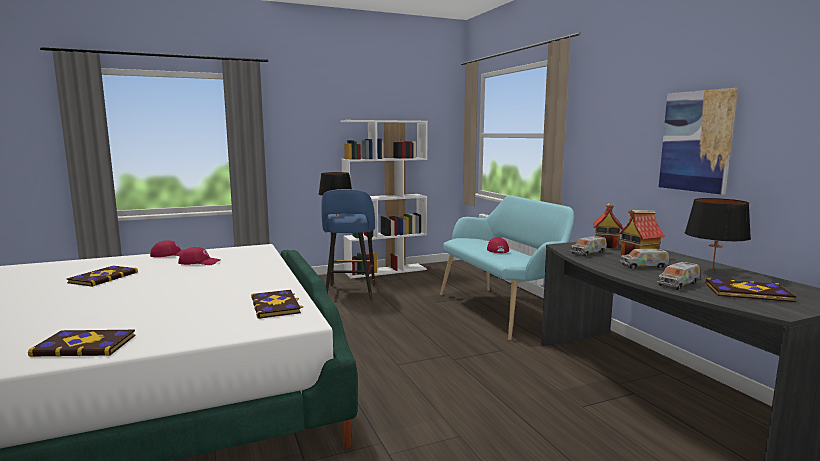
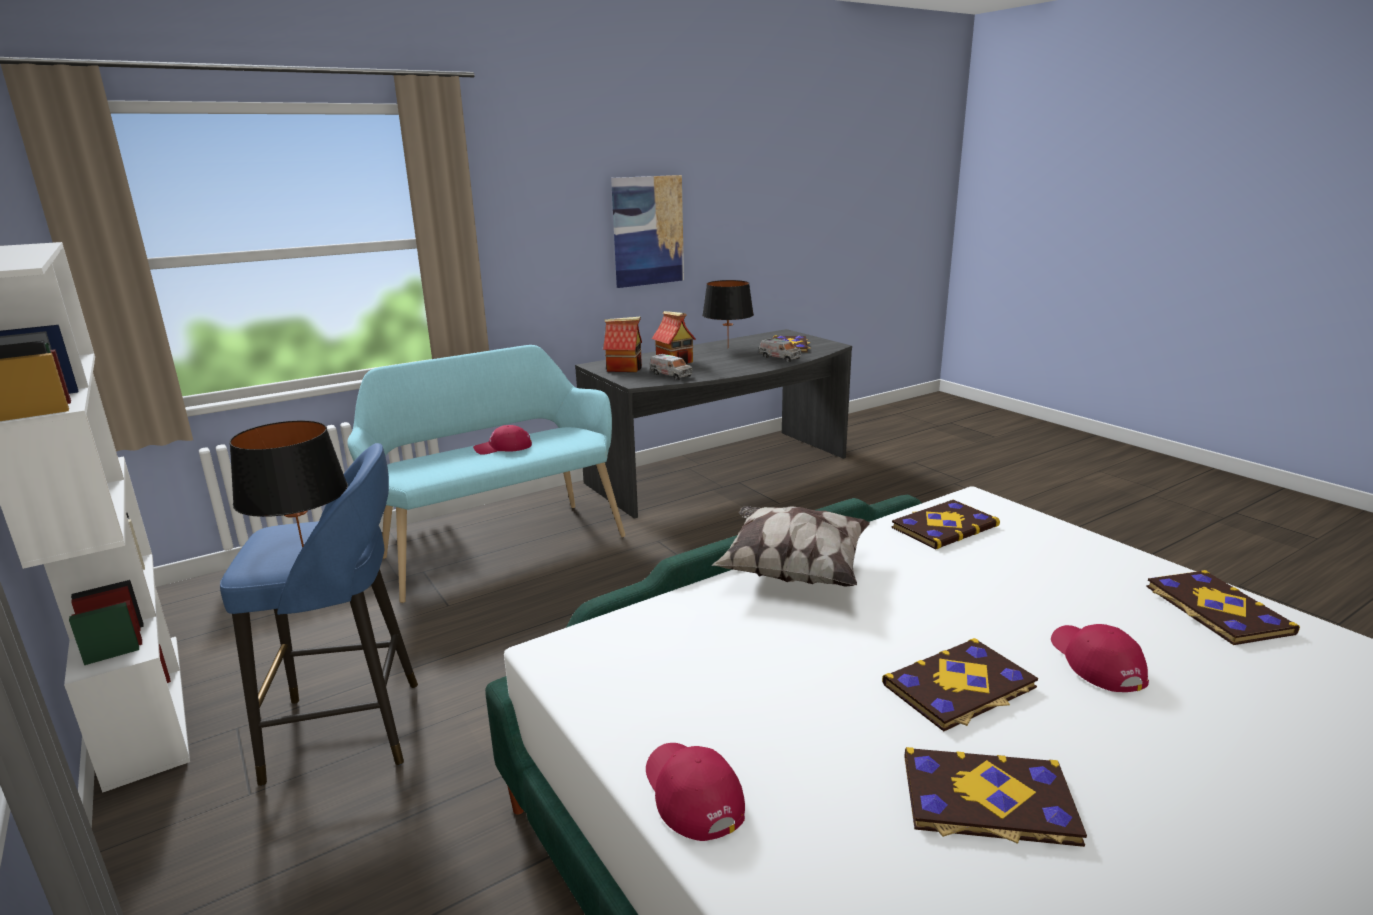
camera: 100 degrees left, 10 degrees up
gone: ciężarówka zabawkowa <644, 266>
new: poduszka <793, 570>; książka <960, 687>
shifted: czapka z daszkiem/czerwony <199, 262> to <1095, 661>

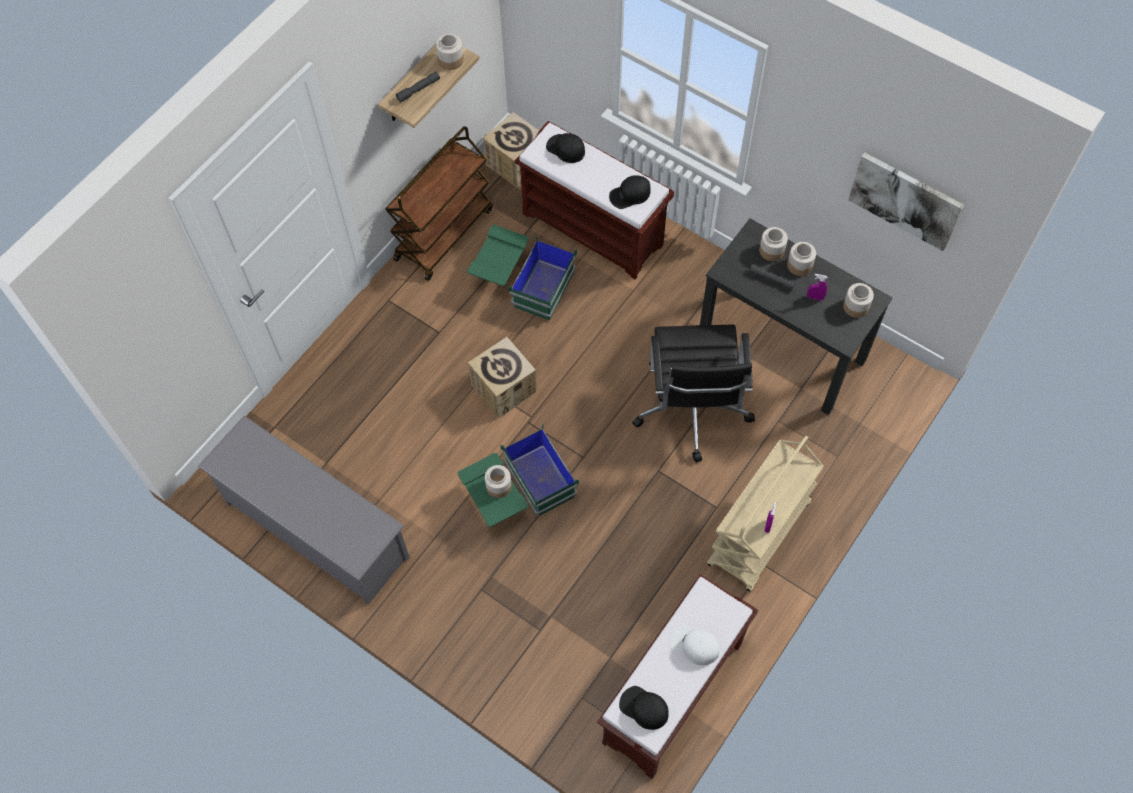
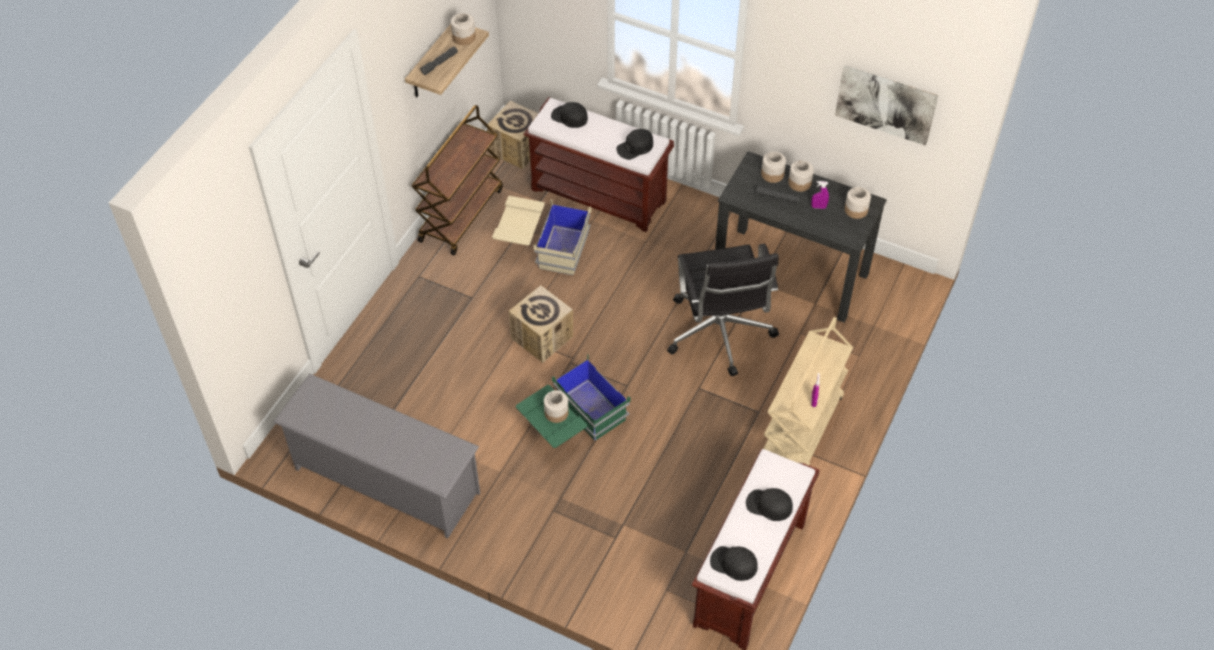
camera: 10 degrees left, 10 degrees down
repainted: pojemnik do przechowywania/zielony <522, 283> to pojemnik do przechowywania/beżowy <542, 247>; czapka z daszkiem/biały <694, 645> to czapka z daszkiem/czarny <768, 505>

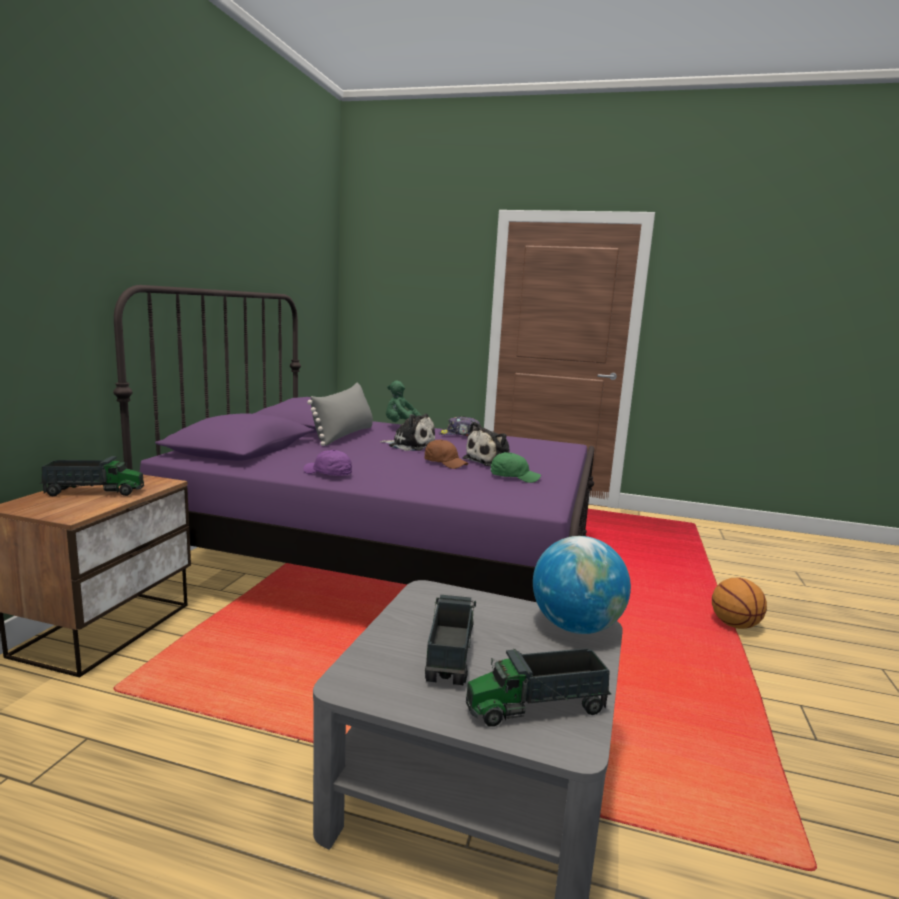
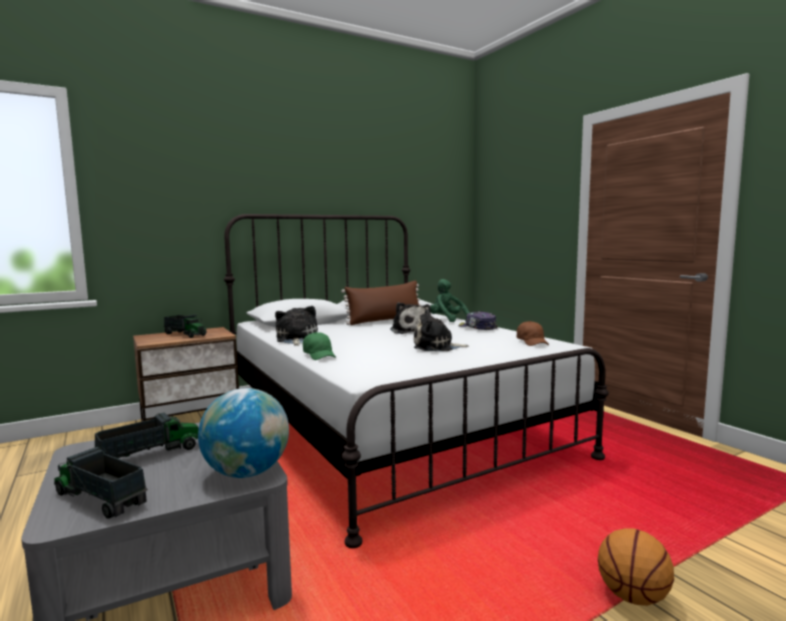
camera: 45 degrees right, 5 degrees down
shifted: czapka z daszkiem/brązowy <445, 463> to <532, 342>; czapka z daszkiem/zielony <514, 477> to <319, 355>
swapped: czapka z daszkiem/fioletowy <328, 474> to pluszak <296, 339>
repainted: łóżko/fioletowy <389, 561> to łóżko/biały <390, 427>; poduszka/szary <344, 435> to poduszka/brązowy <385, 321>

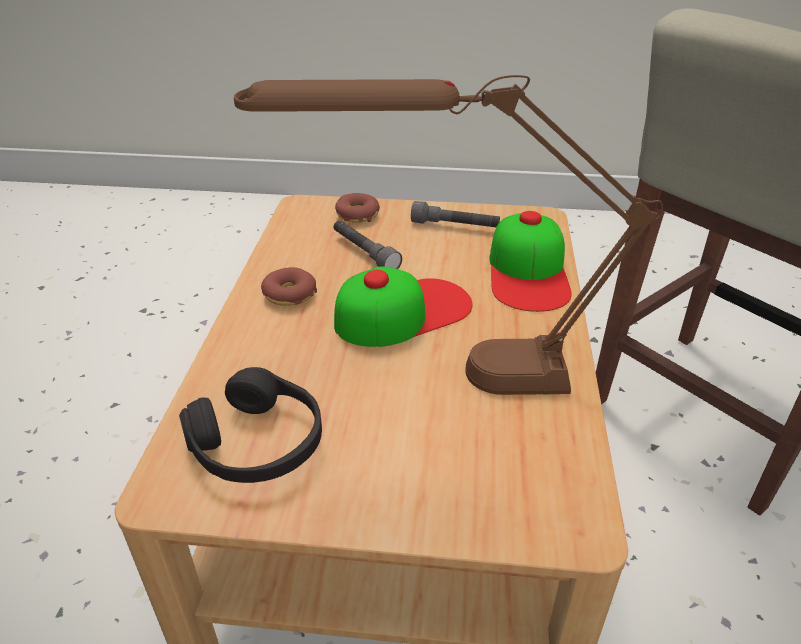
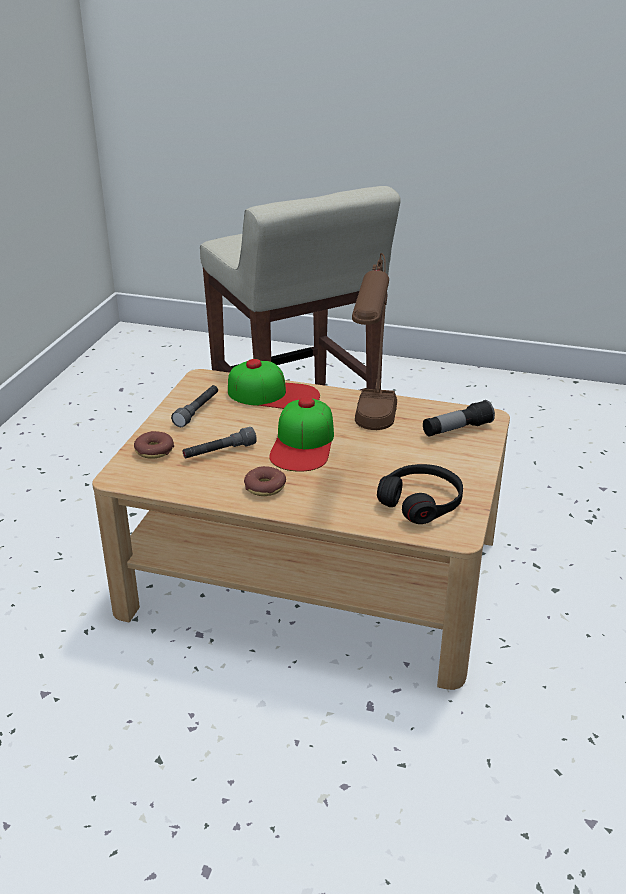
camera: 80 degrees left, 5 degrees down
new: latarka <456, 429>
rotated: czapka z daszkiem <403, 311> = <303, 443> 150 degrees counterclockwise

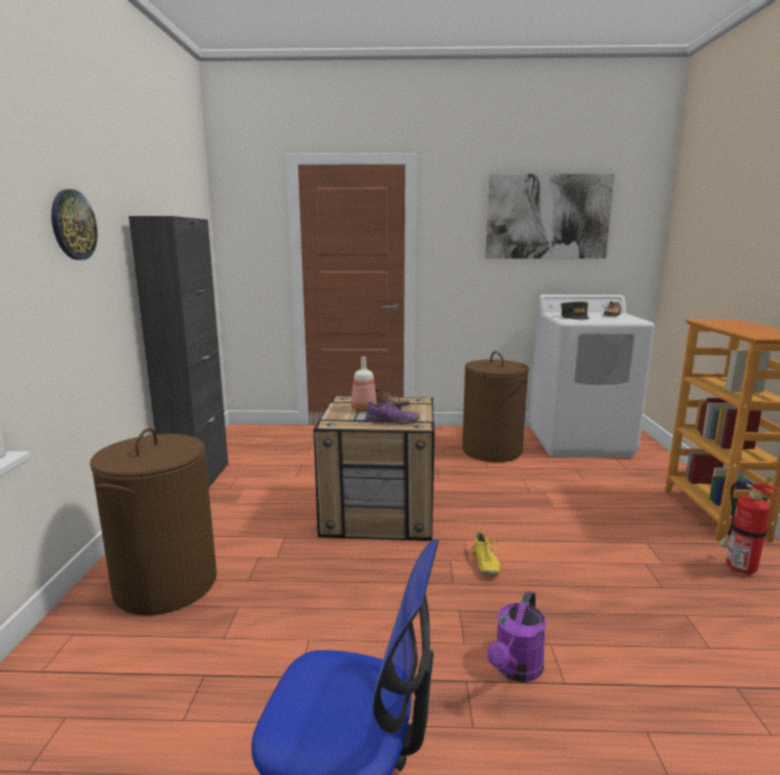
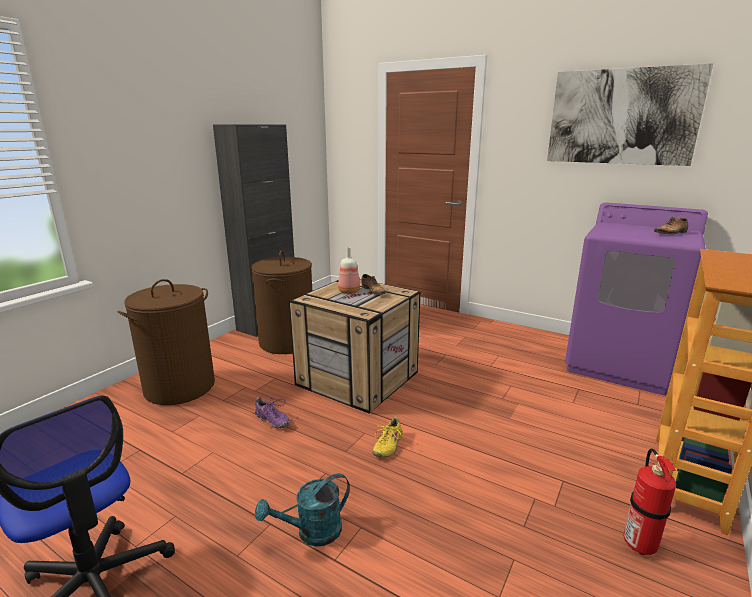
camera: 30 degrees right, 5 degrees up
gone: zegar ścienny <73, 225>; czapka z daszkiem/szary <575, 317>
shifted: but/fioletowy <392, 422> to <272, 420>; kosz na pranie/brązowy <492, 450> to <287, 342>
repainted: konewka/fioletowy <515, 670> to konewka/turkusowy <311, 533>; pralka/biały <580, 441> to pralka/fioletowy <619, 364>

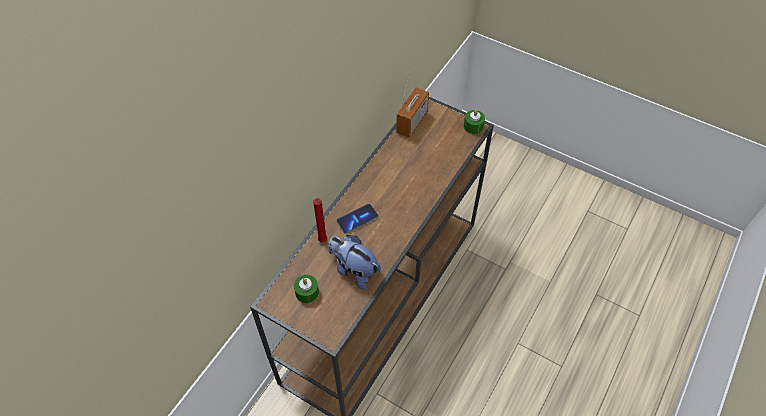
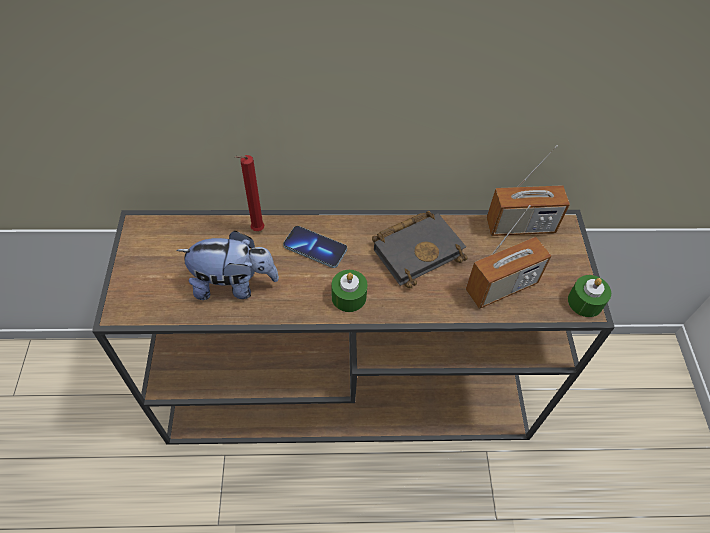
camera: 55 degrees right, 0 degrees up
new: książka/czarny <418, 249>; radio <501, 287>
shifted: świeca/zielony <307, 292> to <349, 297>
rotated: pluszak <354, 270> = <234, 285> 90 degrees clockwise

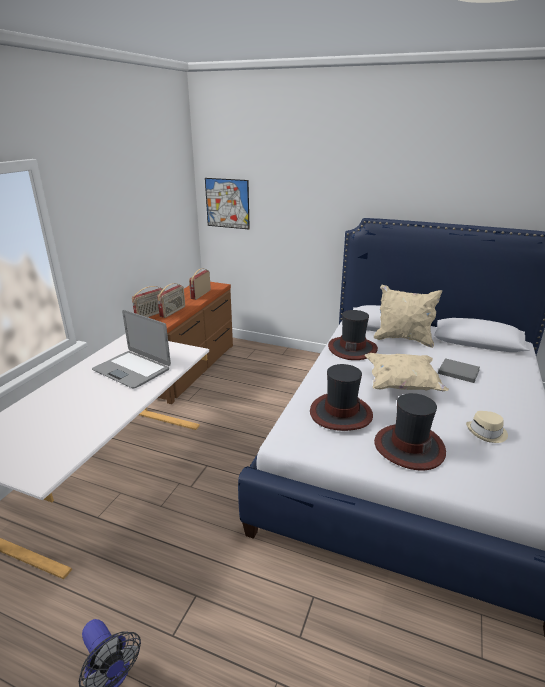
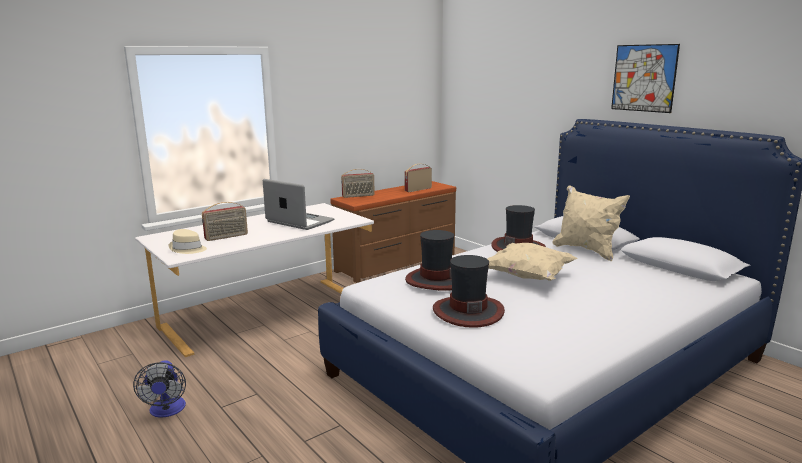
camera: 30 degrees right, 10 degrees down
gone: książka/szary <457, 371>
shifted: radio <173, 312> to <226, 237>; obraz <227, 203> to <644, 78>; kapelusz/beżowy <487, 433> to <187, 249>
rotated: laptop <132, 369> = <299, 222> 150 degrees clockwise

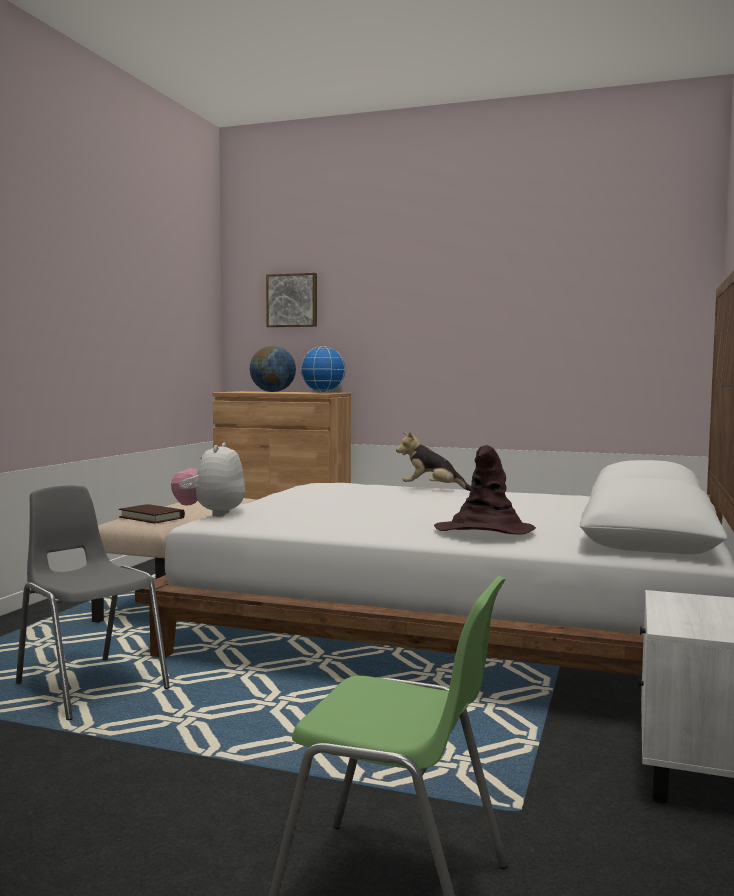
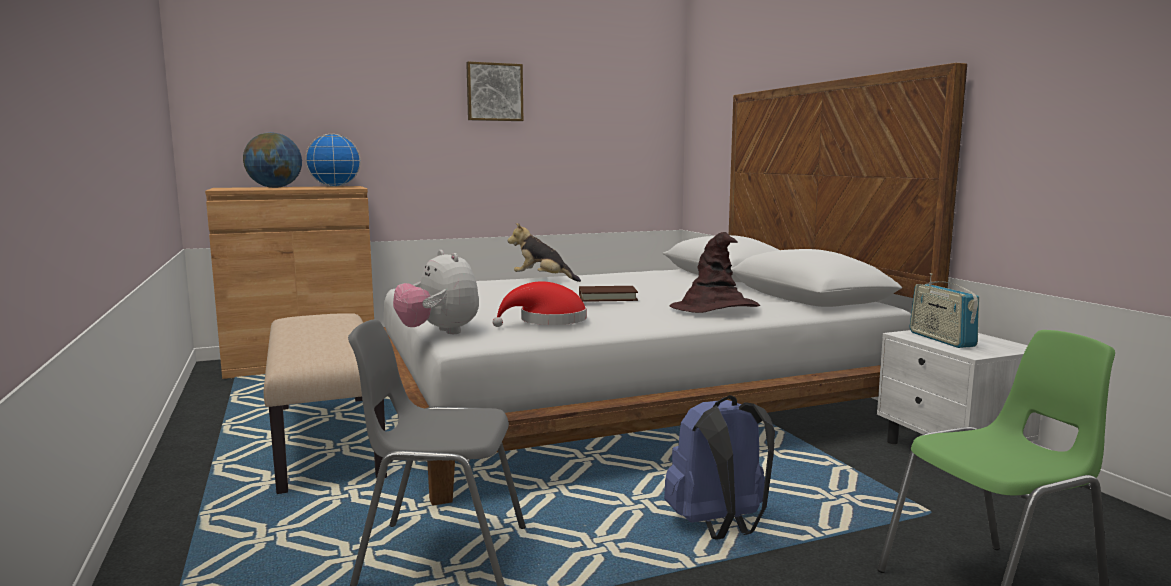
camera: 40 degrees left, 5 degrees up
new: kapelusz/czerwony <548, 321>; plecak/niebieski <719, 527>; radio <941, 339>
shifted: książka/brązowy <151, 517> to <607, 297>; obraz <292, 300> to <494, 92>
rotated: pluszak <432, 489> = <543, 279> 45 degrees clockwise

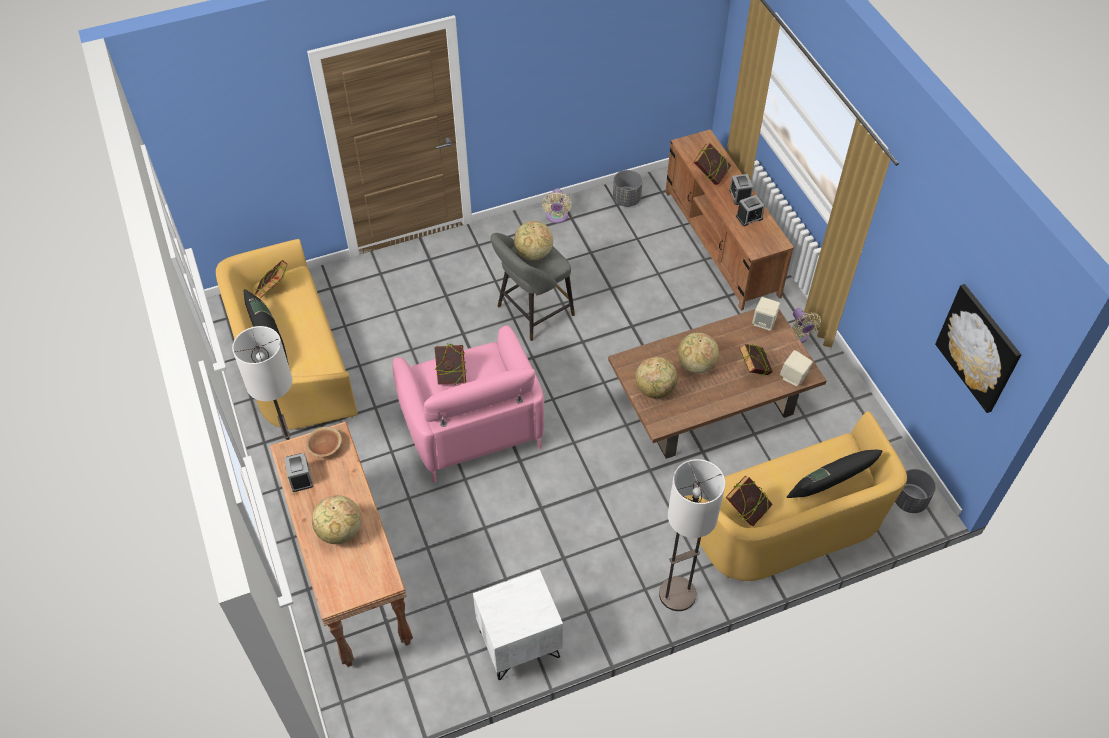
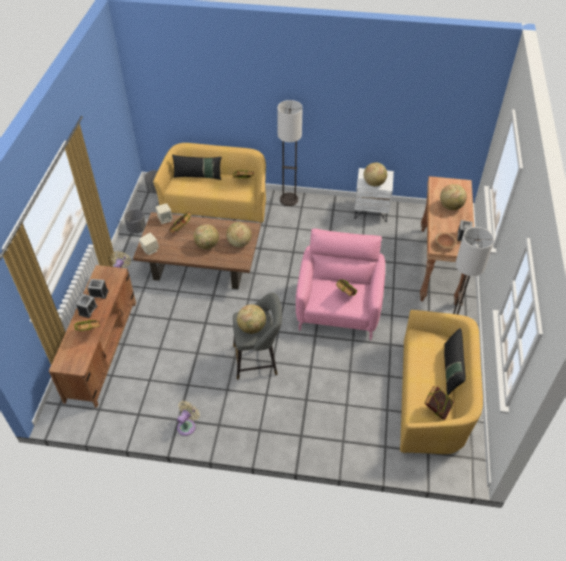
camera: 150 degrees left, 5 degrees down
gone: obraz <979, 348>
new: globus <374, 183>
shifted: donica/szary <626, 199> to <137, 228>

